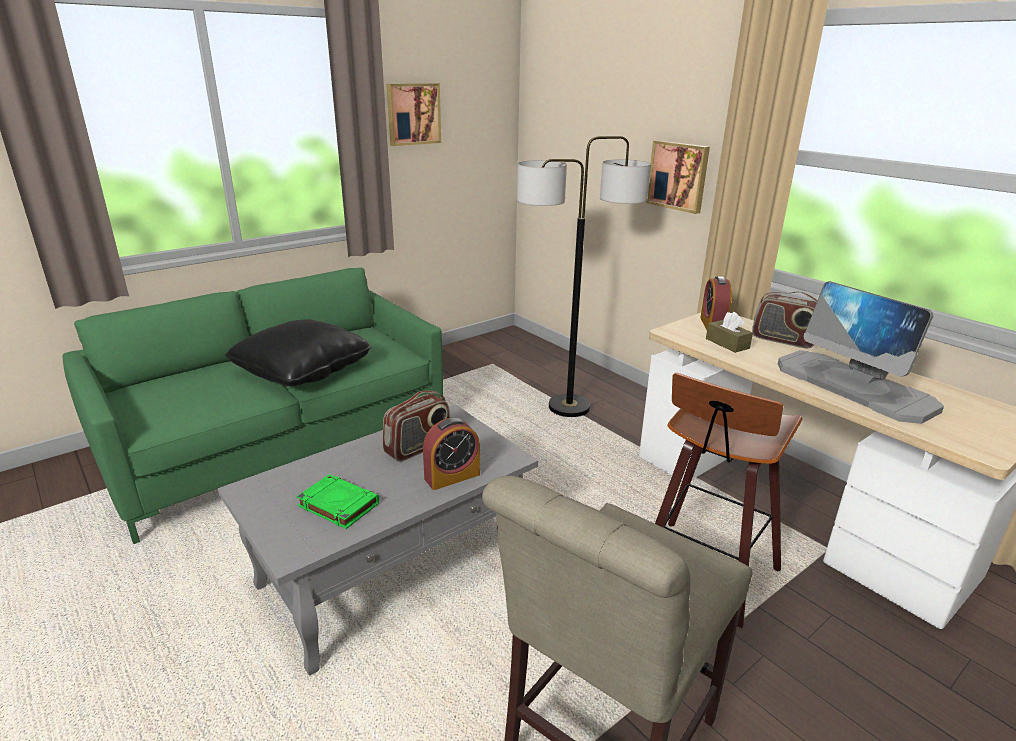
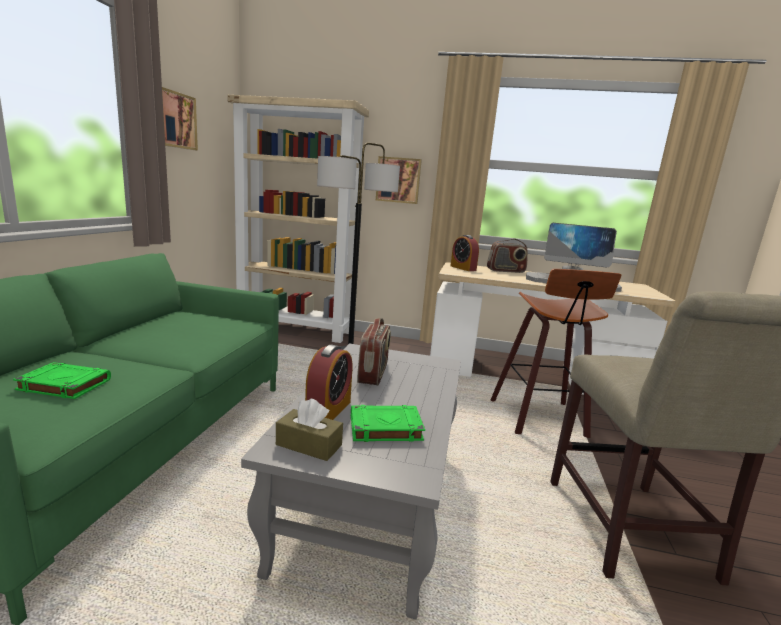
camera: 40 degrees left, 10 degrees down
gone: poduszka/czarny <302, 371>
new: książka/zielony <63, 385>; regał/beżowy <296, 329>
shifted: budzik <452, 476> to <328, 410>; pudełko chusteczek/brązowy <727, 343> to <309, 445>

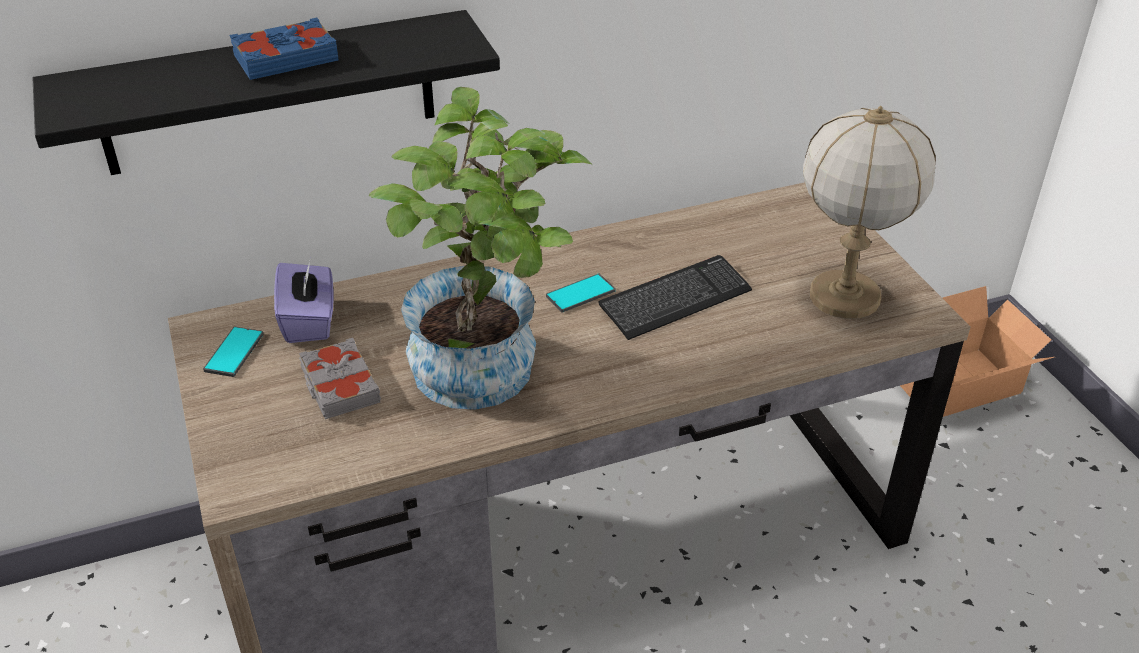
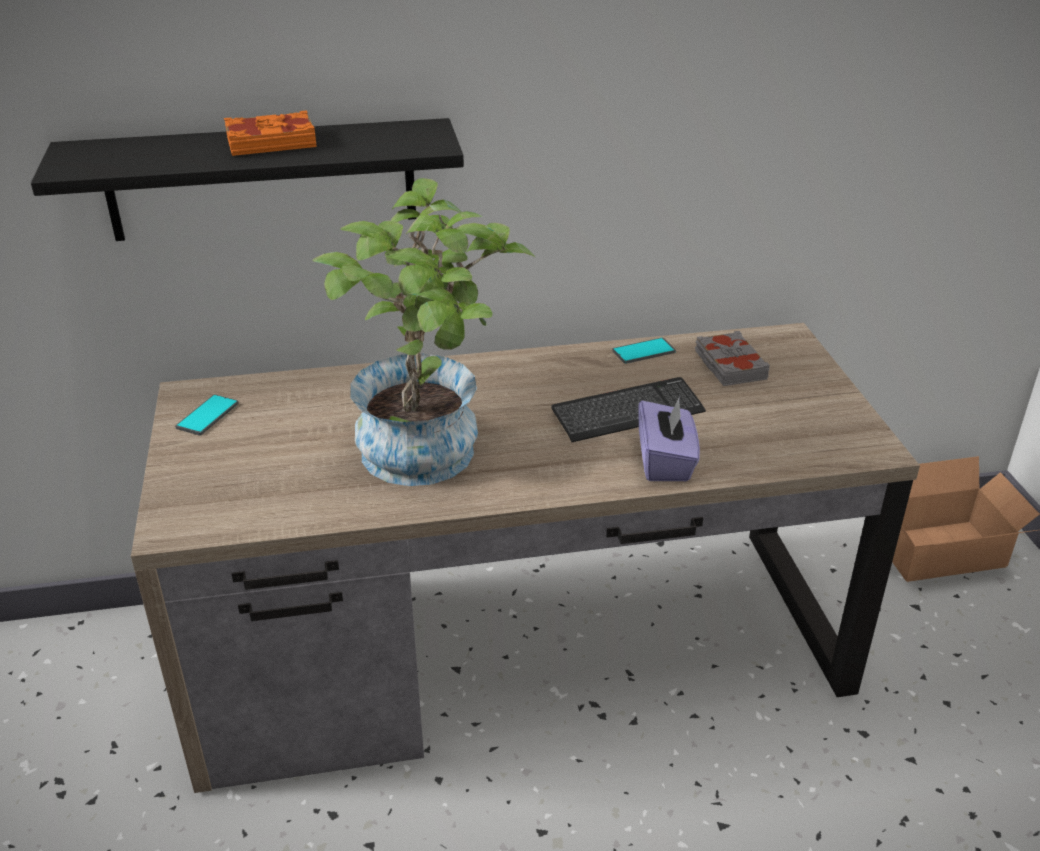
camera: 10 degrees right, 5 degrees down
gone: lampa stołowa <845, 297>
shifted: pudełko chusteczek/fioletowy <309, 321> to <665, 462>; książka/szary <339, 385> to <729, 365>; telefon <580, 294> to <643, 351>
repainted: książka/niebieski <285, 57> to książka/pomarańczowy <271, 142>

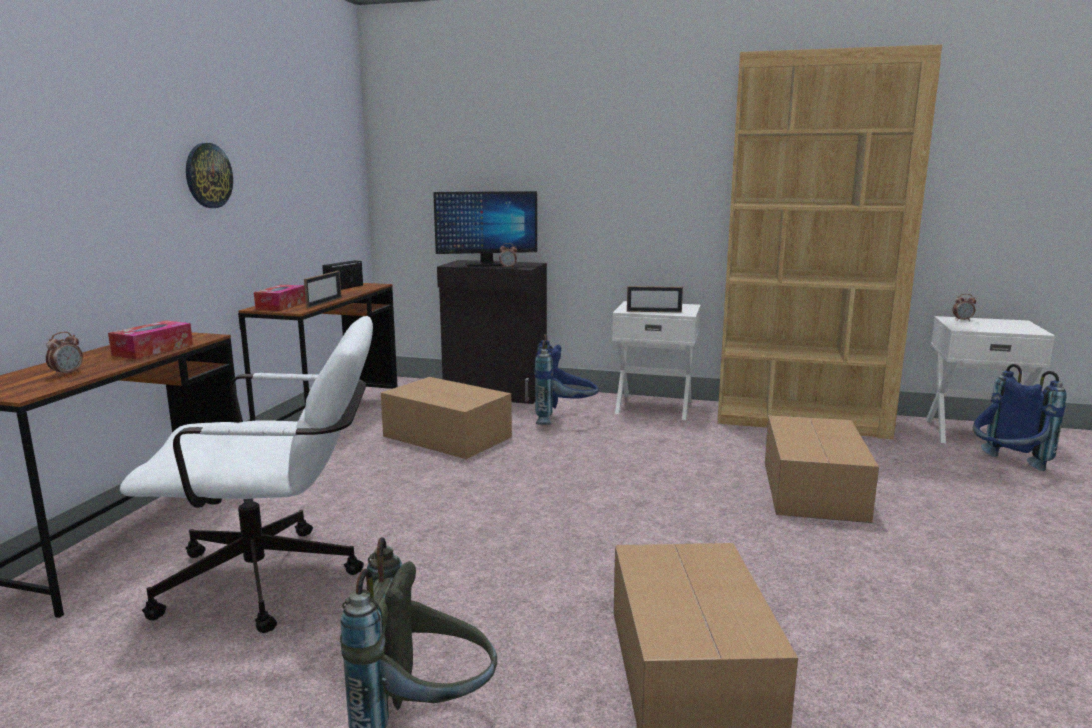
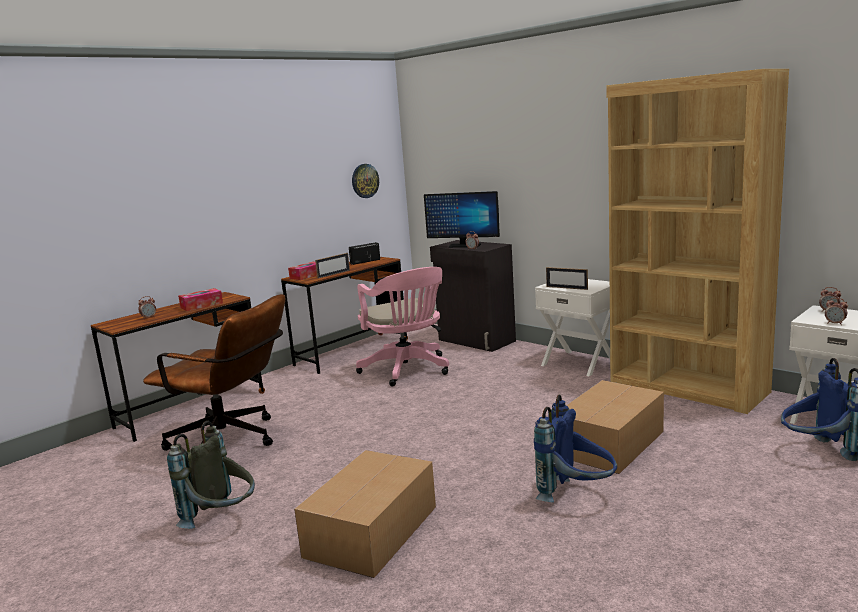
camera: 30 degrees right, 0 degrees up
new: budzik <835, 323>
shifted: zegar ścienny <208, 175> to <365, 181>; plecak/niebieski <564, 419> to <576, 495>
swapped: karton <448, 437> to krzesło biurowe/różowy <407, 370>
repainted: krzesło biurowe/biały <277, 580> to krzesło biurowe/brązowy <232, 441>

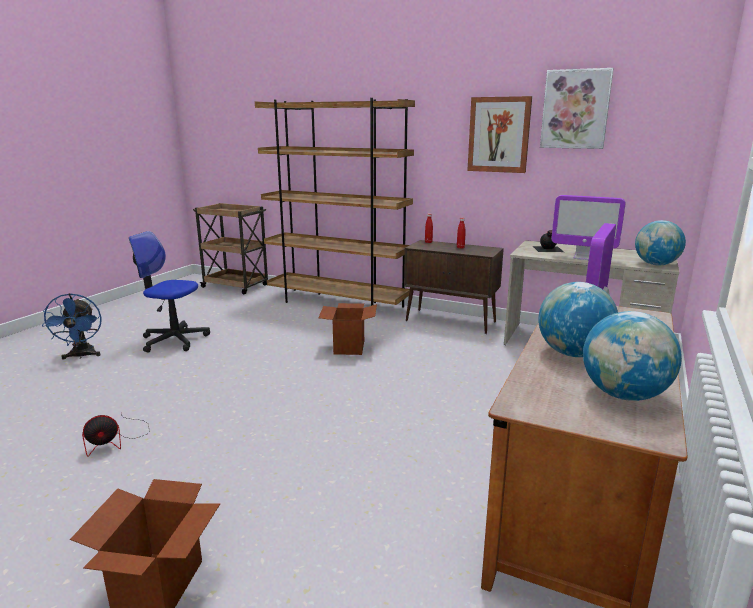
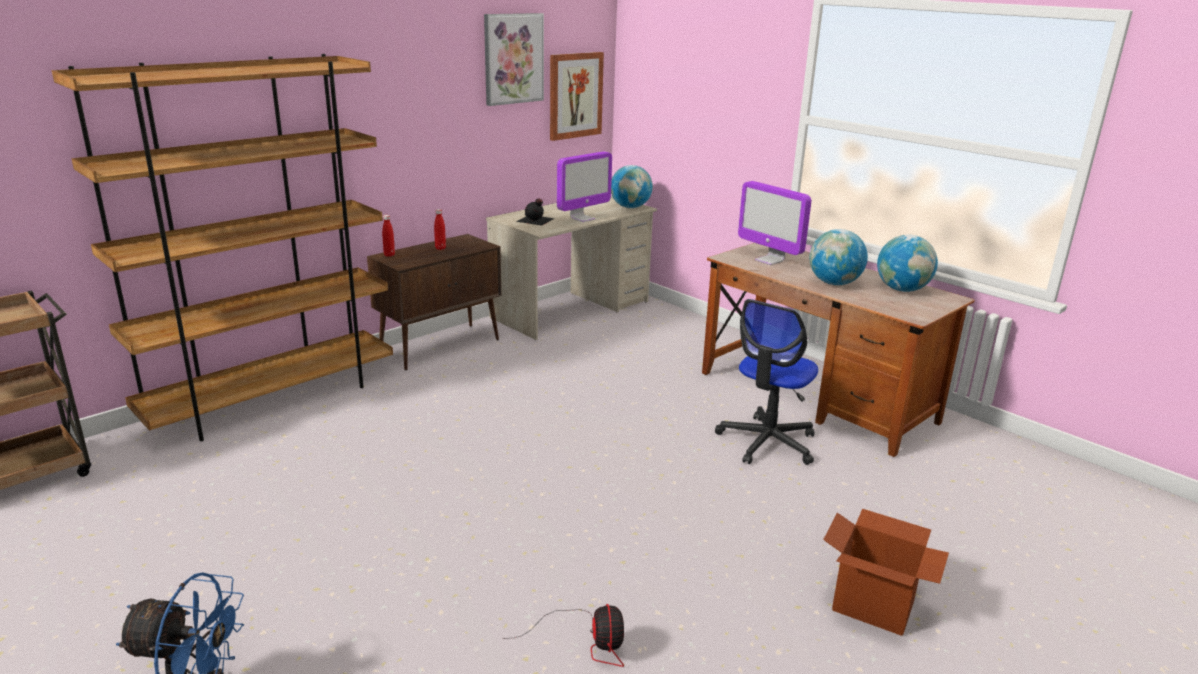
camera: 70 degrees left, 5 degrees up
gone: karton <349, 347>
shifted: krzesło biurowe <174, 340> to <767, 442>; obraz <499, 135> to <575, 95>

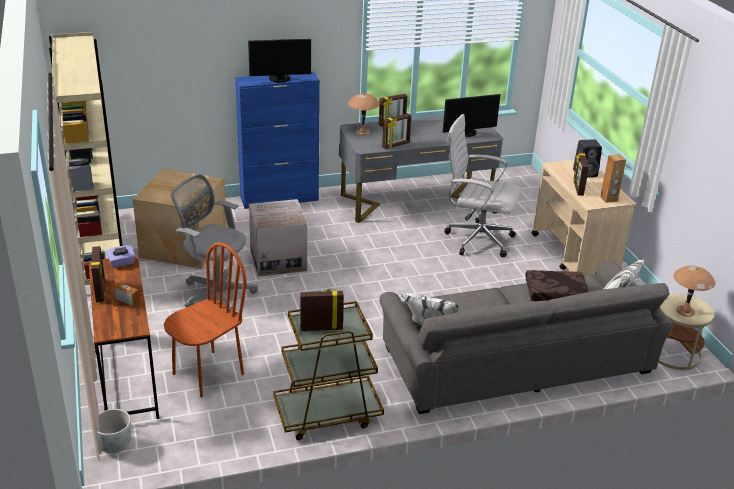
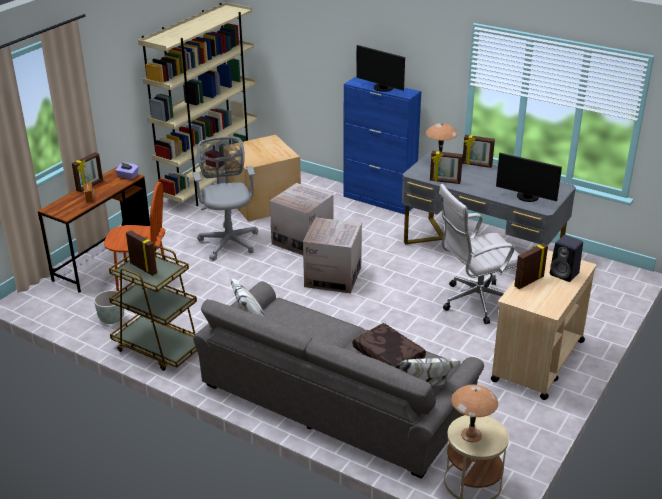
camera: 50 degrees right, 0 degrees up
gone: głośnik/brązowy <609, 199>
new: karton <333, 277>
shifted: donica/szary <114, 445> to <111, 319>
rotated: krzesło biurowe/biały <476, 239> = <474, 302> 90 degrees counterclockwise

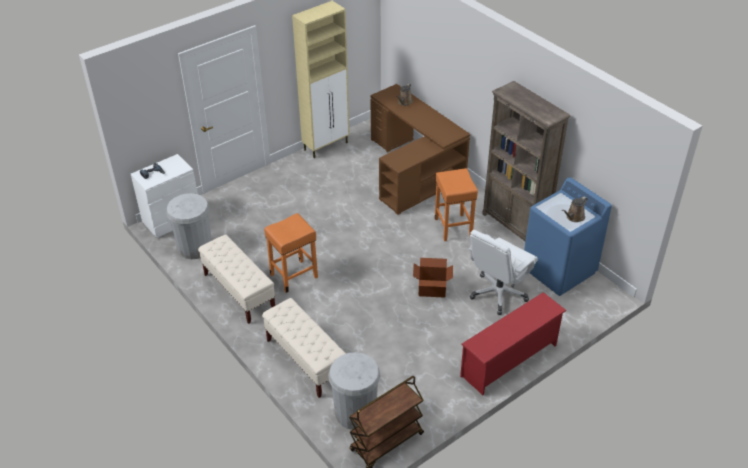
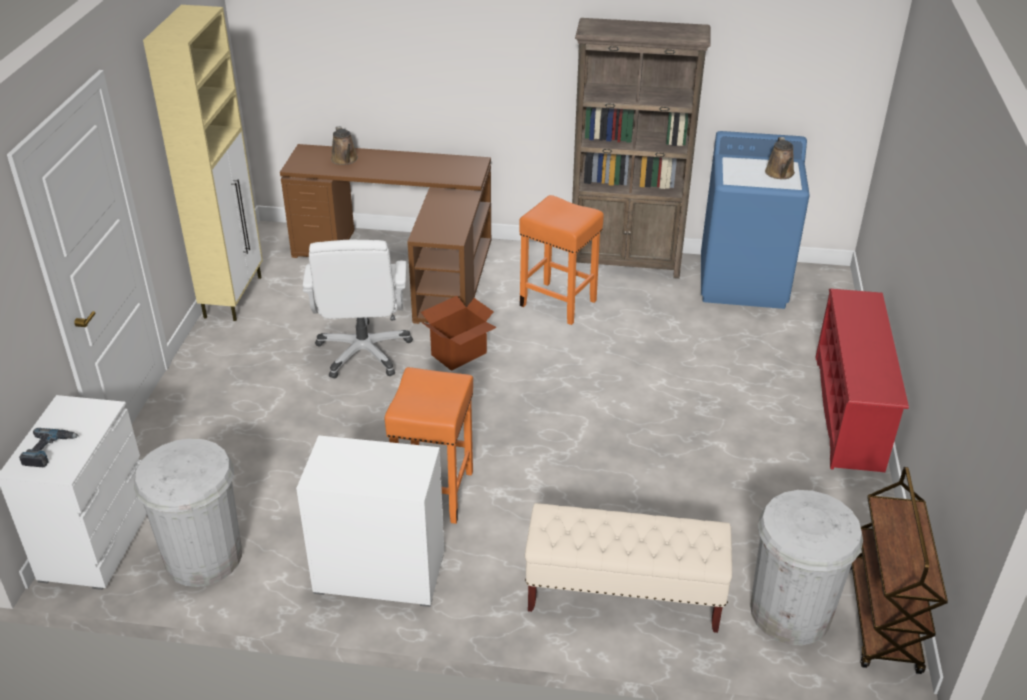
camera: 45 degrees left, 5 degrees down
shifted: karton <432, 290> to <459, 354>; krzesło biurowe/biały <498, 293> to <364, 352>
swapped: ławka/beżowy <239, 292> to komoda/biały <379, 572>

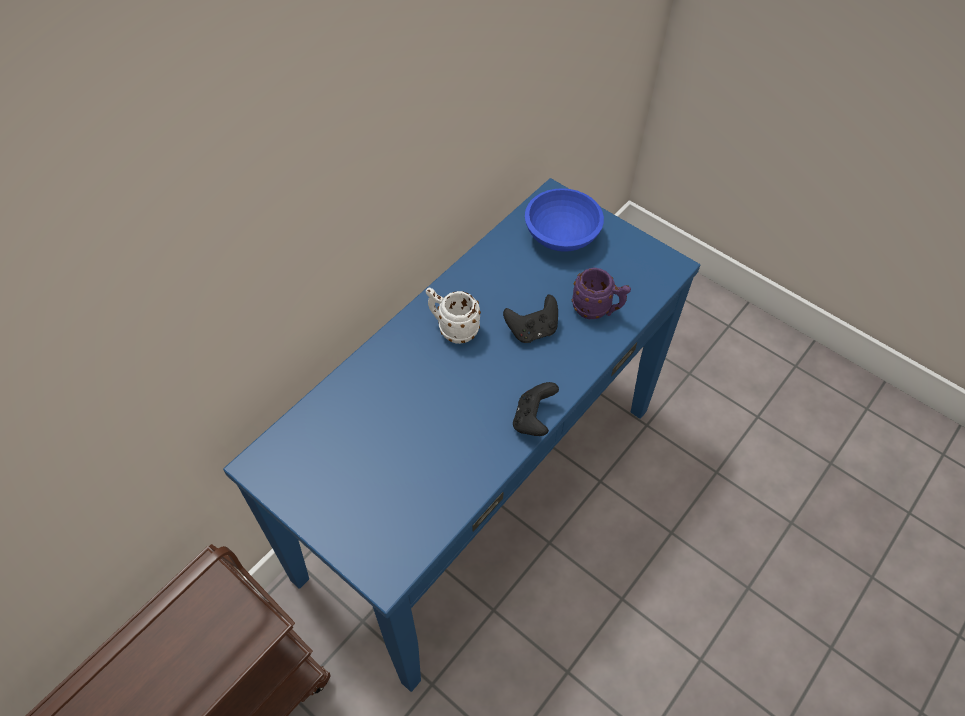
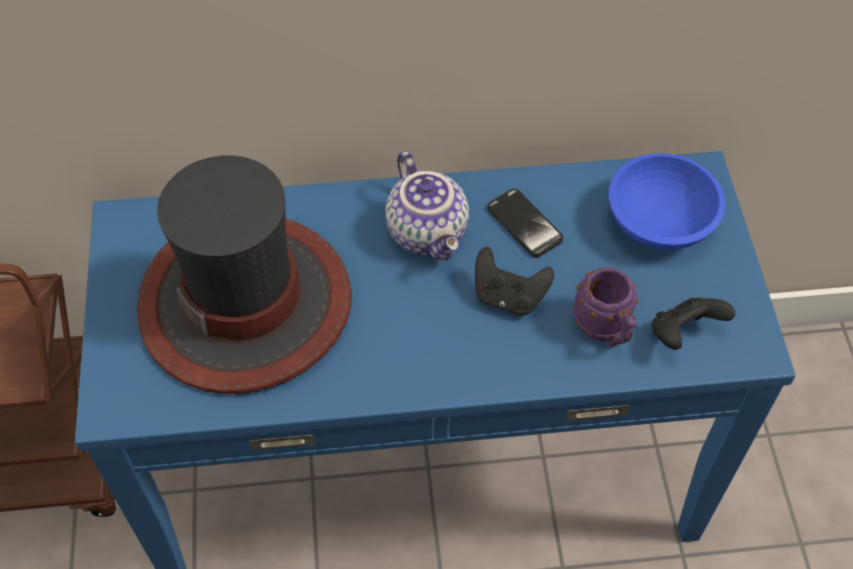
camera: 45 degrees right, 0 degrees up
new: kapelusz <246, 302>; telefon <524, 224>
shifted: pad do gier/czarny <533, 419> to <683, 334>
swapped: kubek/biały <453, 329> to imbryk <429, 232>

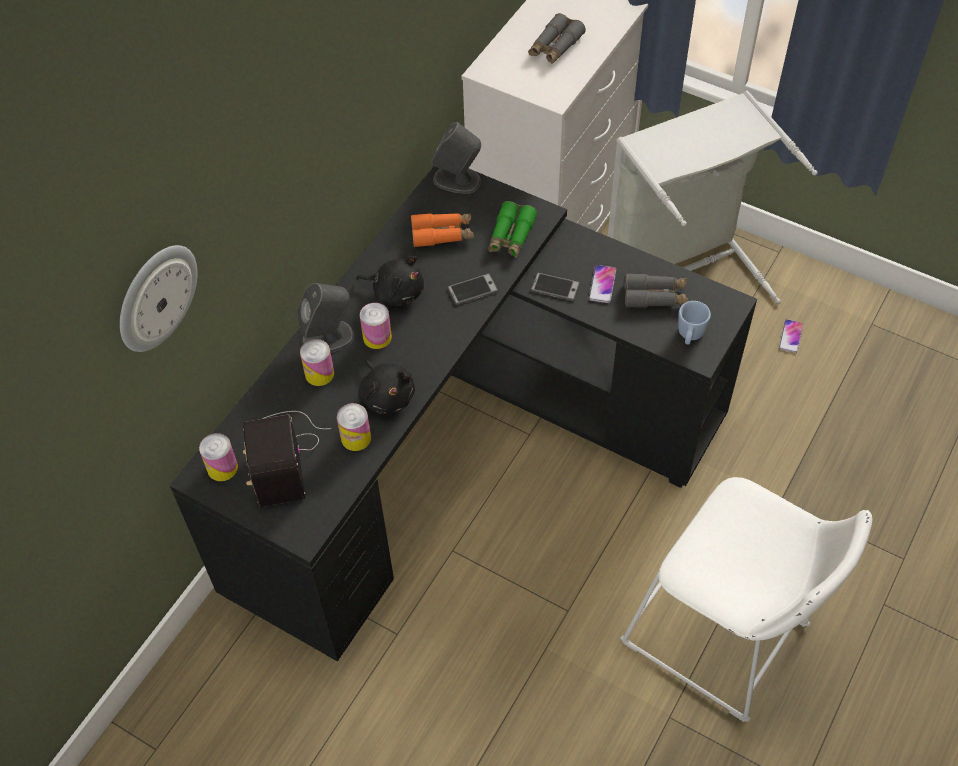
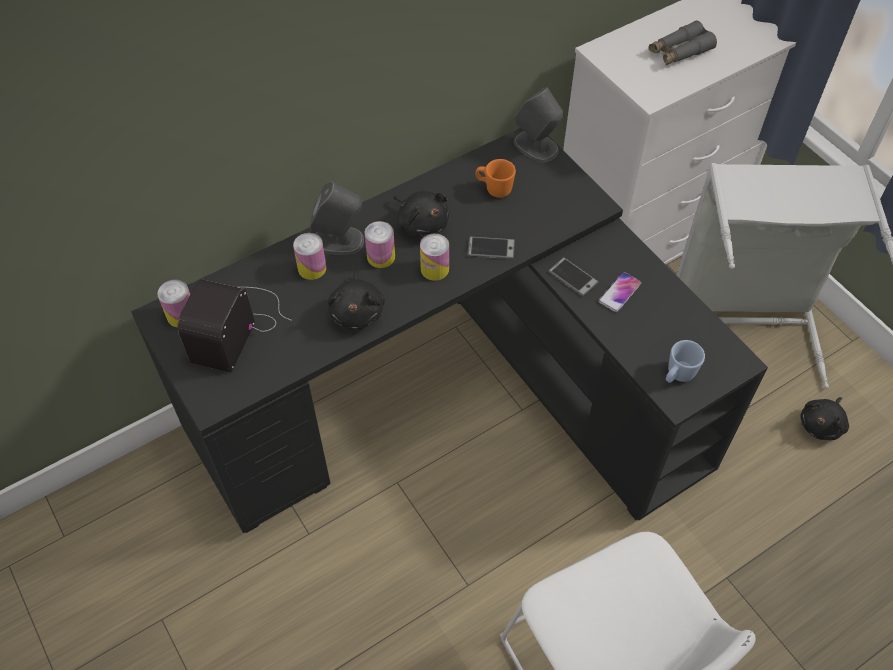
camera: 25 degrees right, 0 degrees up
gone: zegar ścienny <156, 297>; lornetka/zielony <511, 236>; lornetka/szary <655, 296>
shifted: puszka <356, 438> to <434, 269>
swapped: lornetka/pomarańczowy <442, 234> to kubek/pomarańczowy <494, 189>; telefon <790, 336> to pluszak/czarny <821, 425>

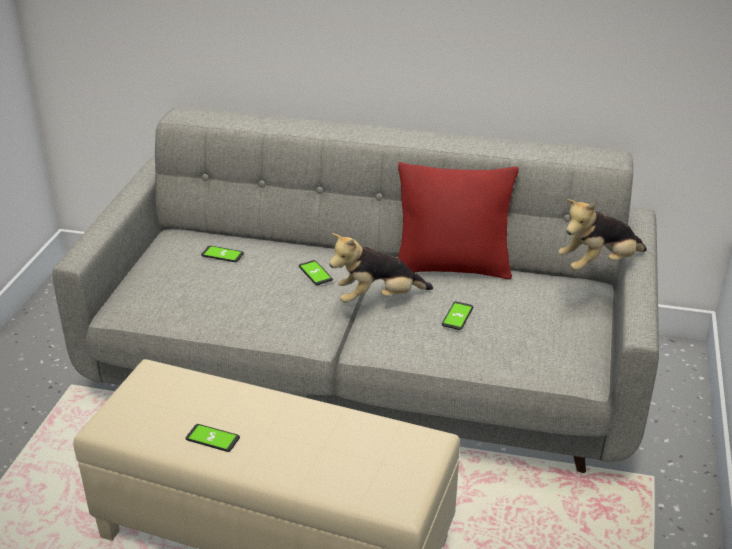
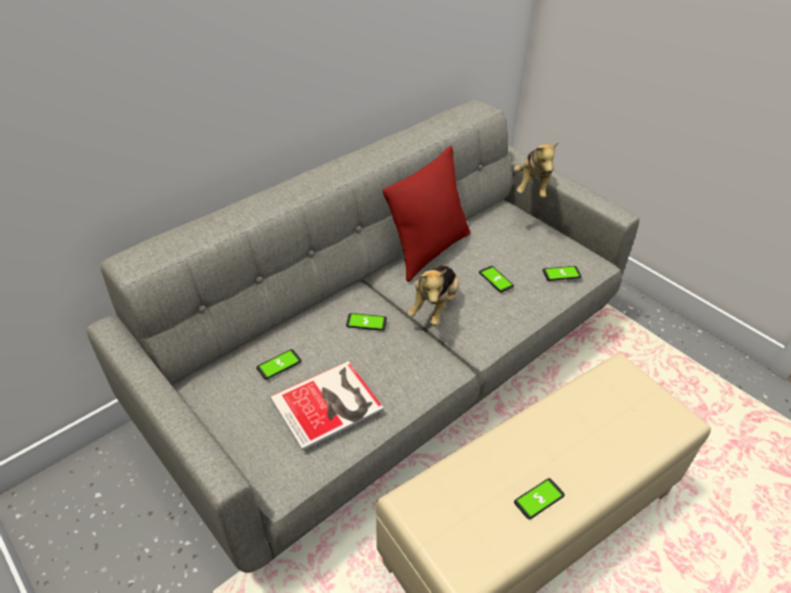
camera: 55 degrees left, 10 degrees up
new: książka <330, 404>; telefon <561, 274>

